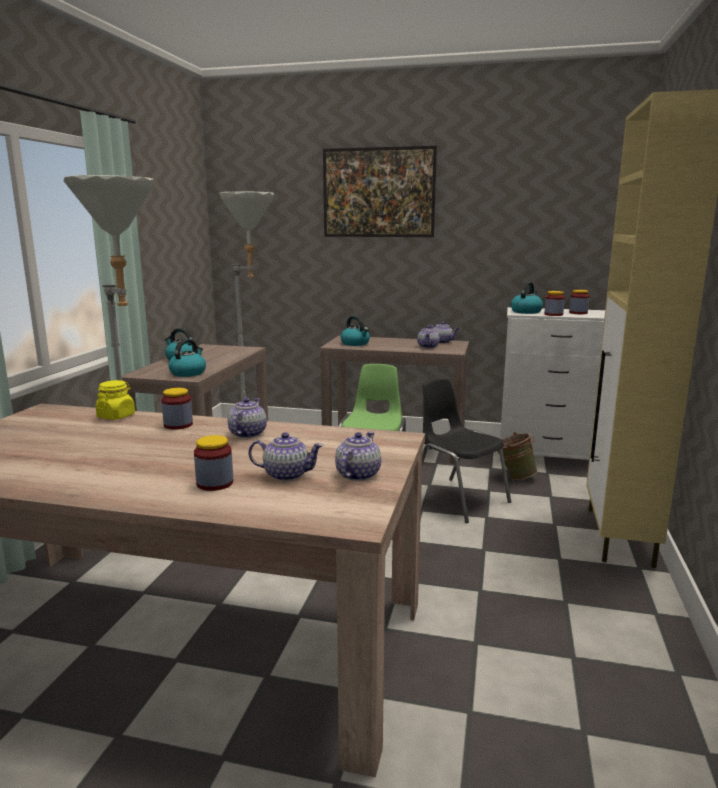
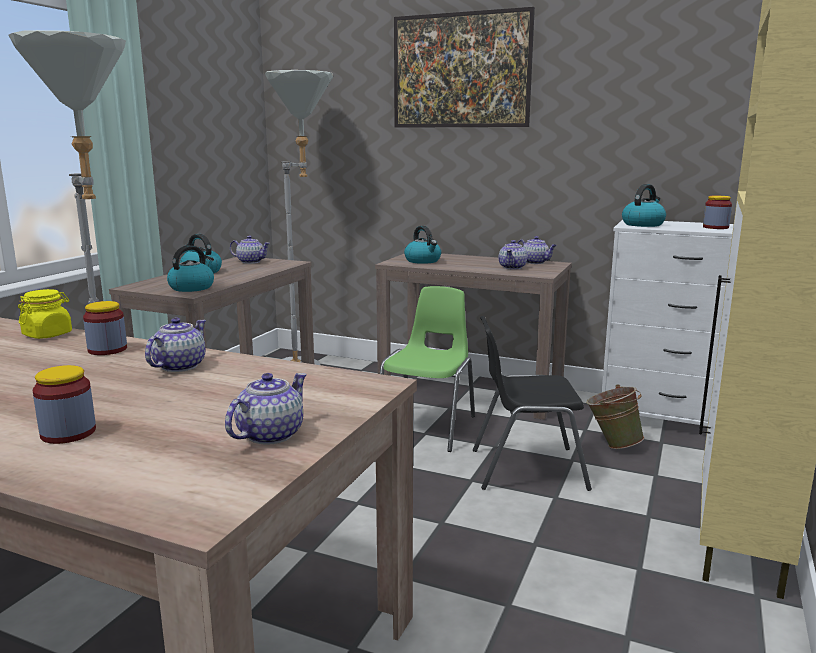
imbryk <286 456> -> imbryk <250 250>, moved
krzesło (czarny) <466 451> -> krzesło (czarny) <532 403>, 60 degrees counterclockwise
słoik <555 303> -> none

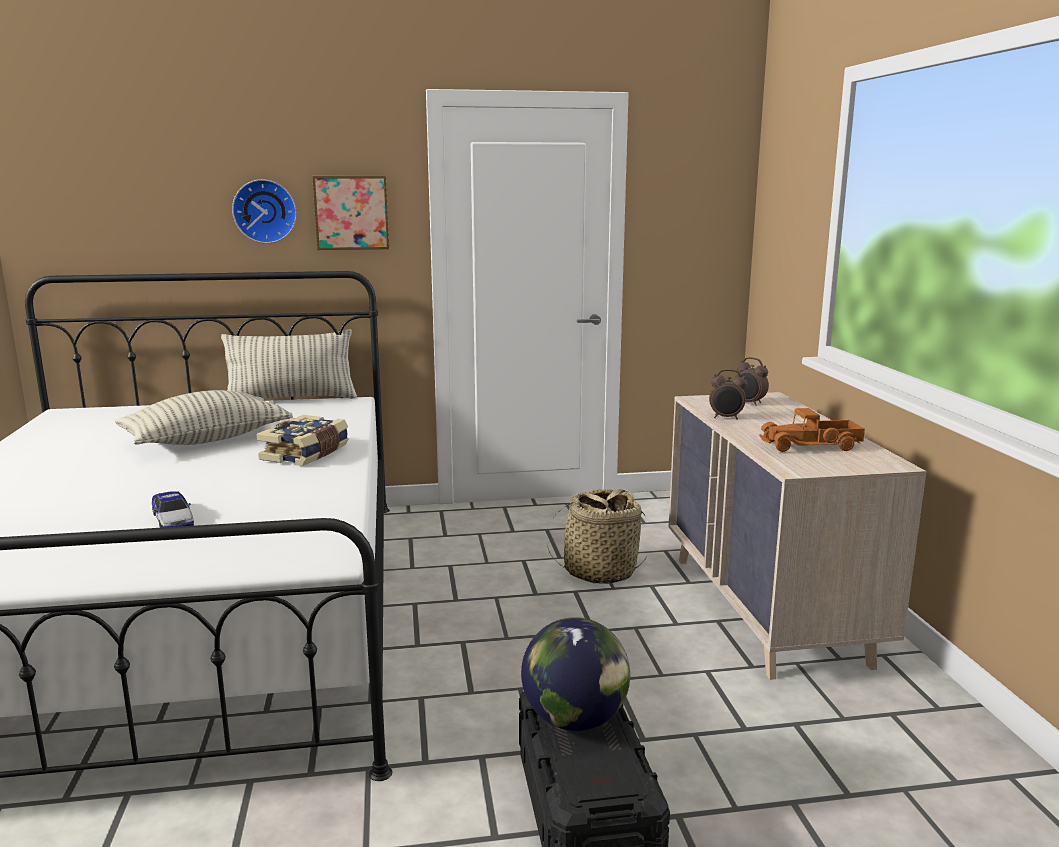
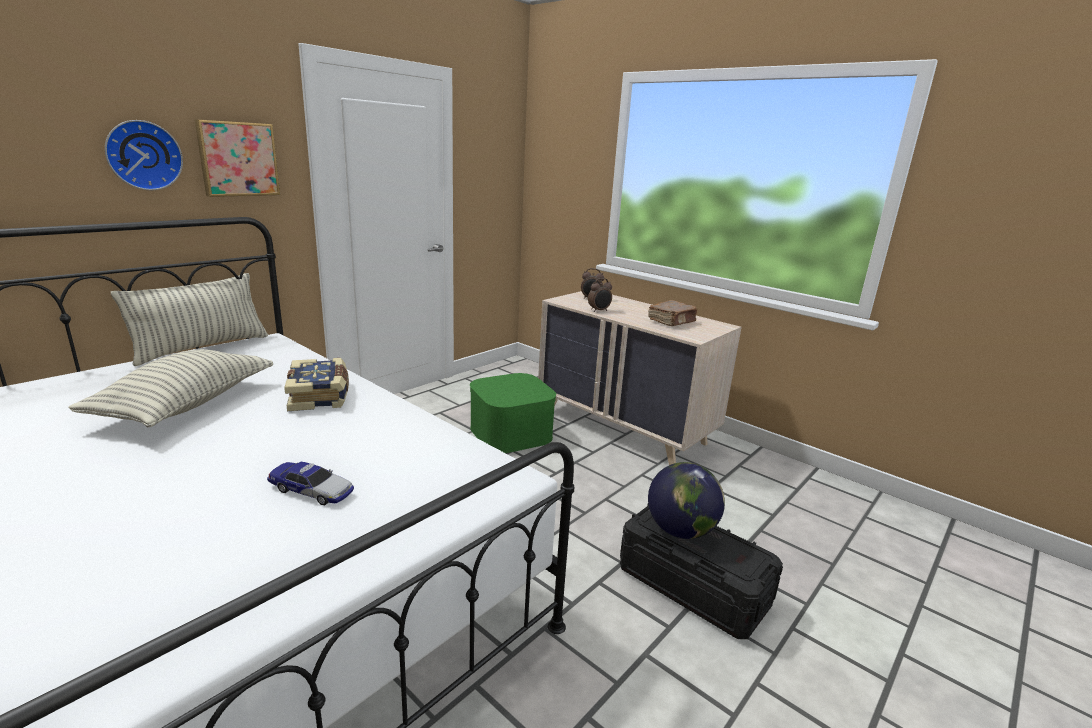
koszyk <597 536> -> pojemnik do przechowywania (zielony) <513 413>
ciężarówka zabawkowa <812 430> -> książka (brązowy) <672 313>

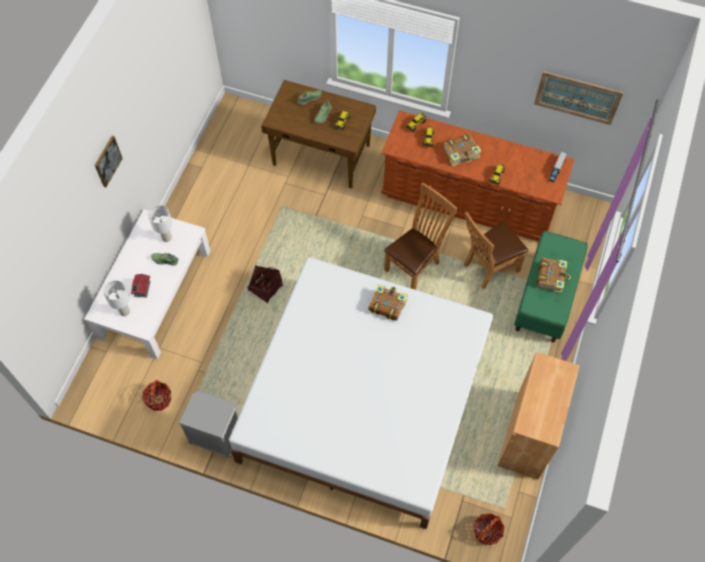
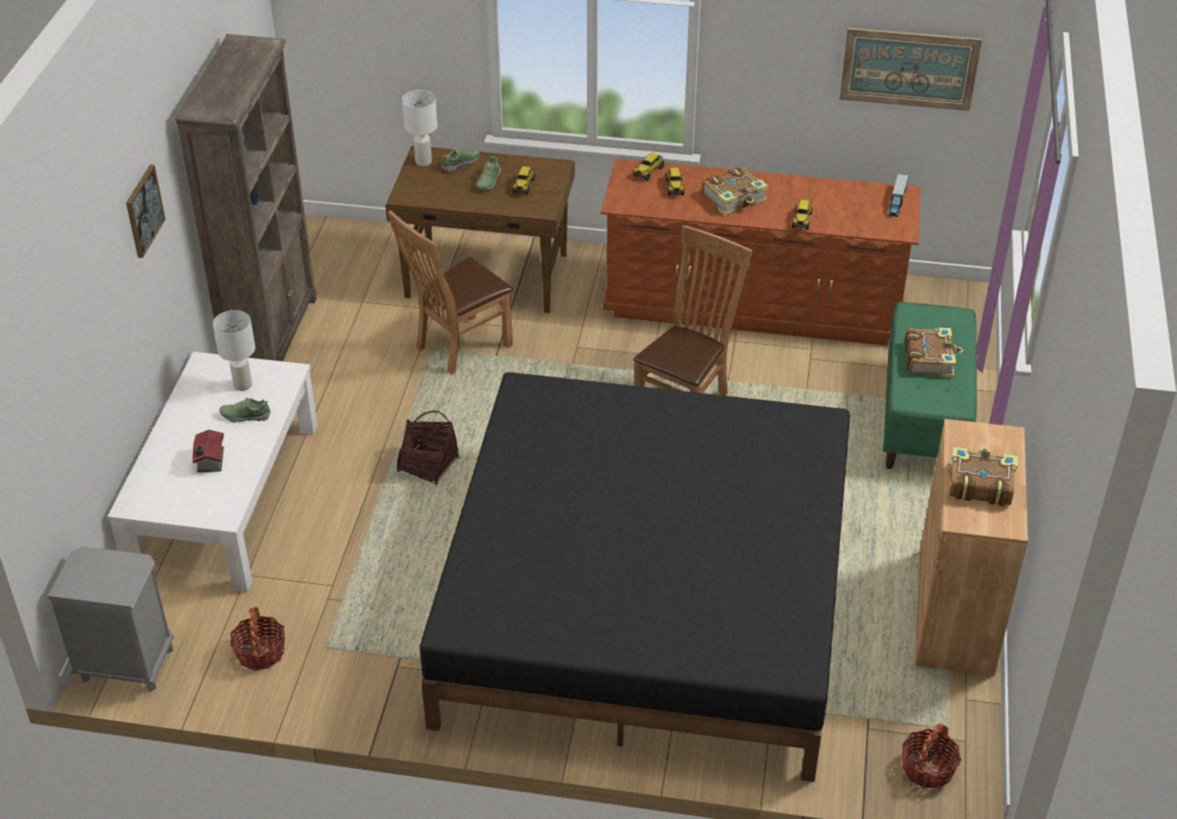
szafka nocna (szary) <208 424> -> szafka nocna (szary) <110 619>, moved
none -> regał (brązowy) <245 197>
krzesło (brązowy) <496 250> -> krzesło (brązowy) <450 292>, moved
lampa stołowa (biały) <116 298> -> lampa stołowa (biały) <419 128>, moved
łóżko (biały) <361 393> -> łóżko (czarny) <635 577>
książka <388 303> -> książka <983 476>, moved

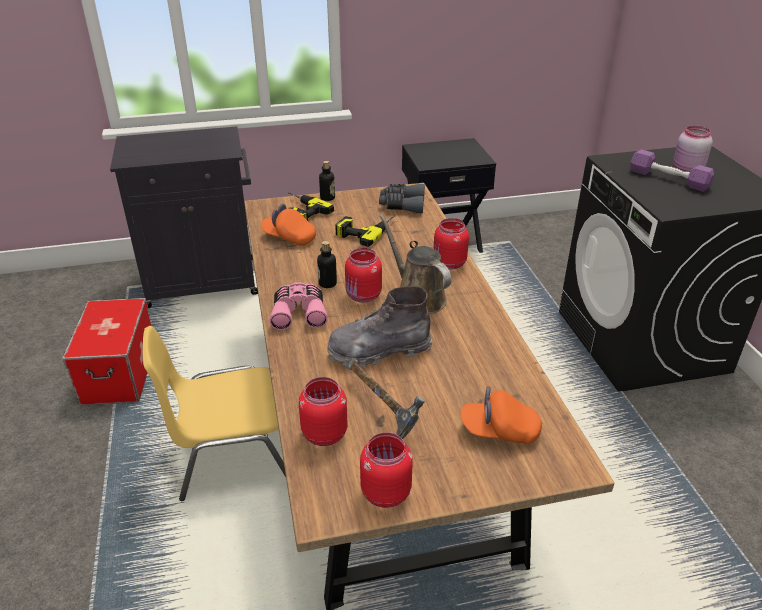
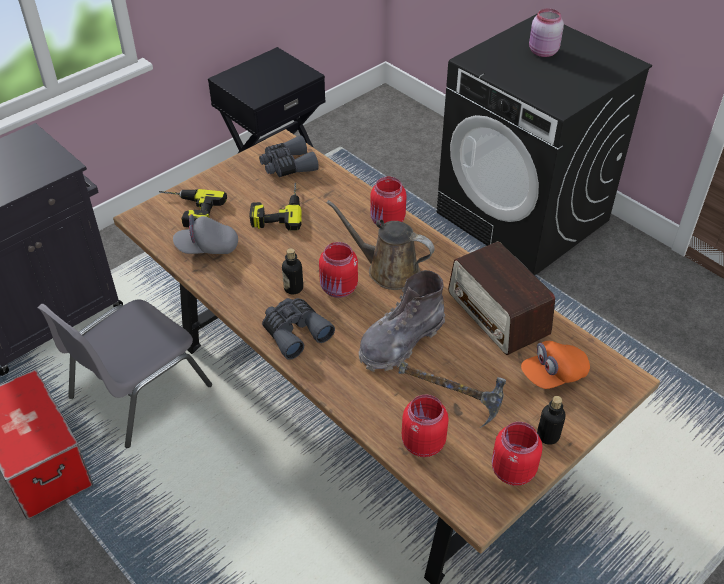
none -> krzesło (szary) <125 373>
czapka z daszkiem (pomarańczowy) <288 225> -> czapka z daszkiem (szary) <205 234>
lornetka (różowy) <299 306> -> lornetka (szary) <298 329>
none -> radio <501 298>
butelka <327 181> -> butelka <551 420>, moved
krzesło (żółty) <214 413> -> none
hantel (fioletowy) <672 171> -> none

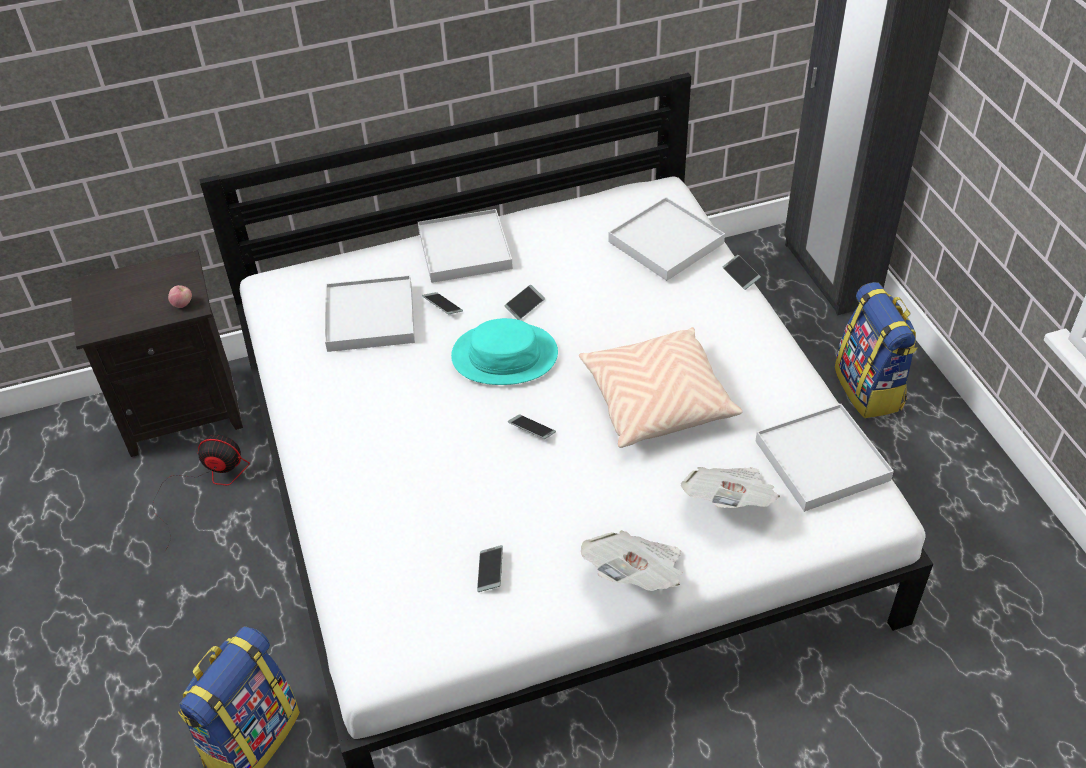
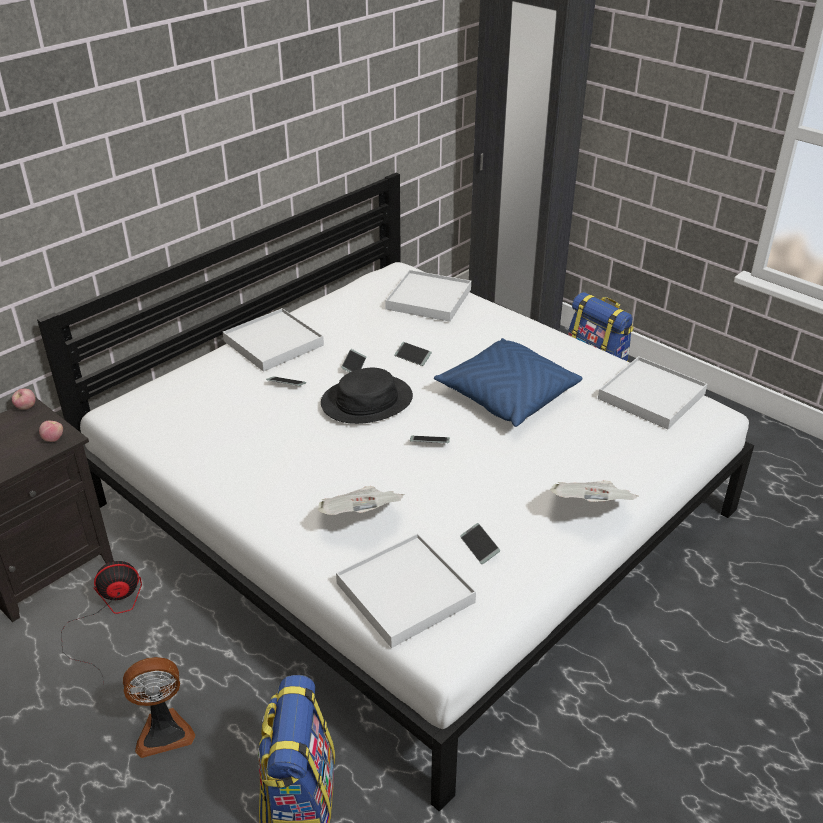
none -> jabłko <24 399>
none -> wentylator <159 707>
gazeta <730 487> -> gazeta <361 500>, moved
kapelusz (turkusowy) <504 351> -> kapelusz (czarny) <367 396>
taca (biały) <370 313> -> taca (biały) <406 590>, moved
telefon <741 272> -> telefon <413 354>, moved
poduszka (beżowy) <661 387> -> poduszka (niebieski) <508 382>

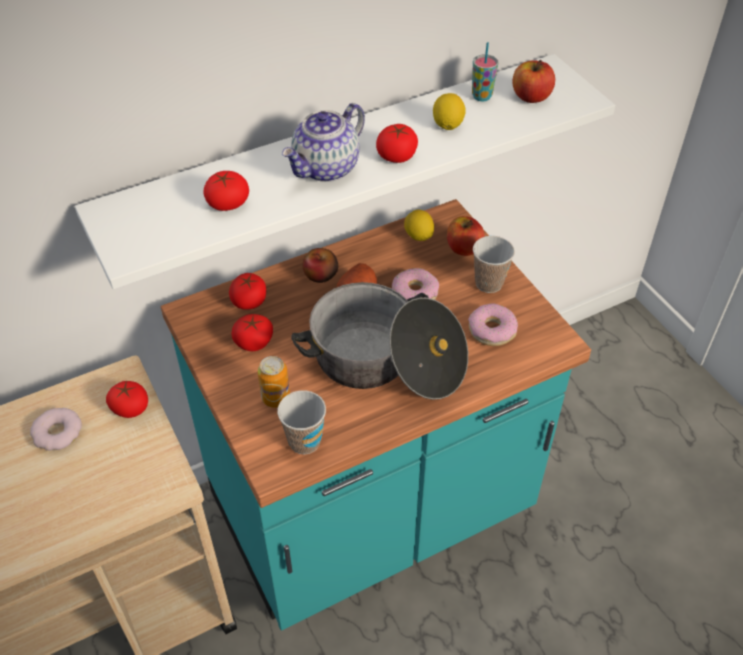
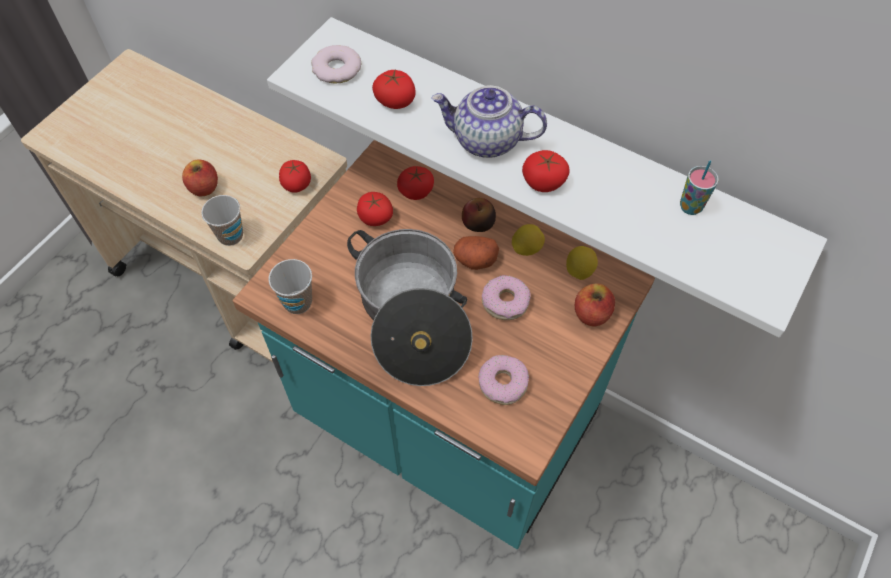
jabłko <533 81> -> jabłko <200 177>, moved
filiżanka <494 264> -> filiżanka <222 220>, moved
donut <56 429> -> donut <336 64>, moved
cytryna <449 111> -> cytryna <528 240>, moved
puszka <274 382> -> none

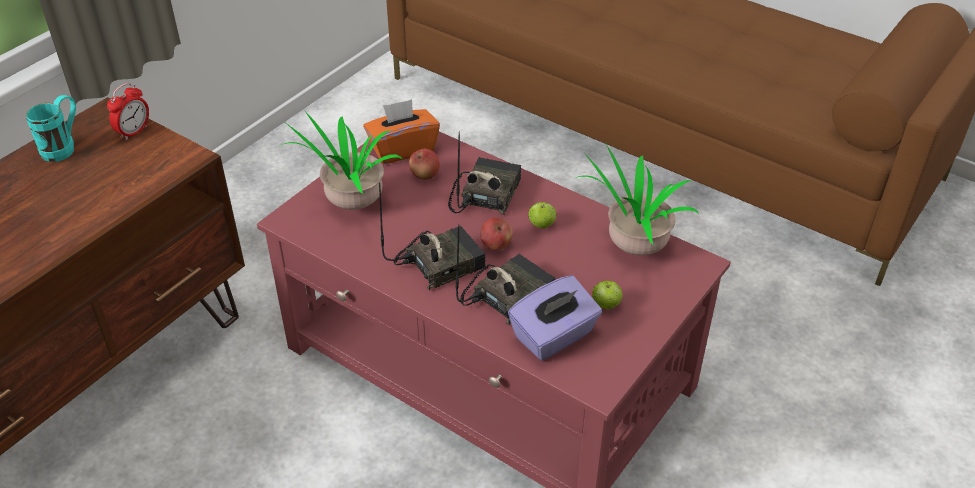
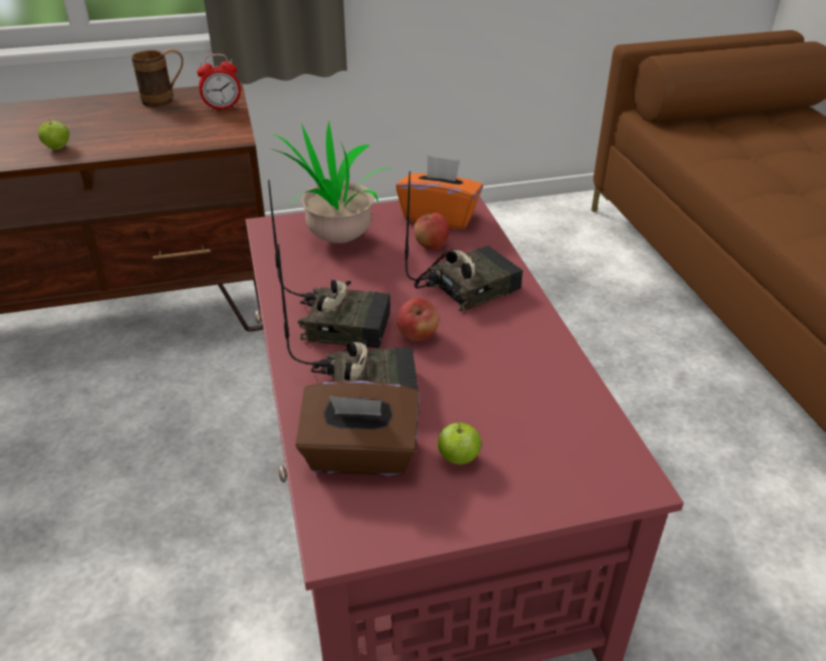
jabłko <542 215> -> jabłko <54 135>, moved
kubek (turkusowy) <51 128> -> kubek (brązowy) <157 78>
pudełko chusteczek (fioletowy) <555 318> -> pudełko chusteczek (brązowy) <357 428>
roślina doniczkowa <637 200> -> none

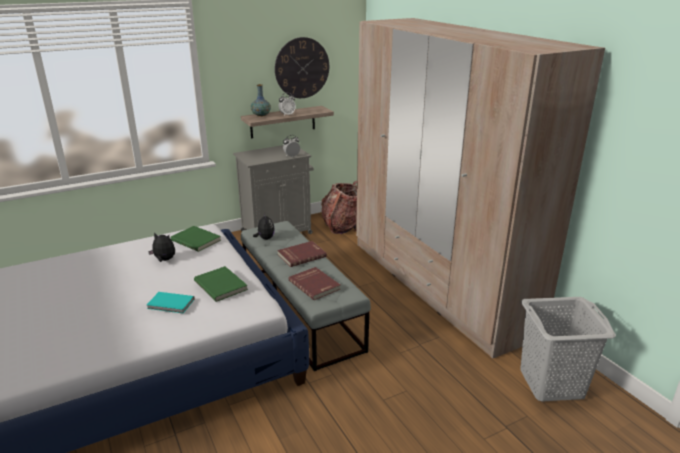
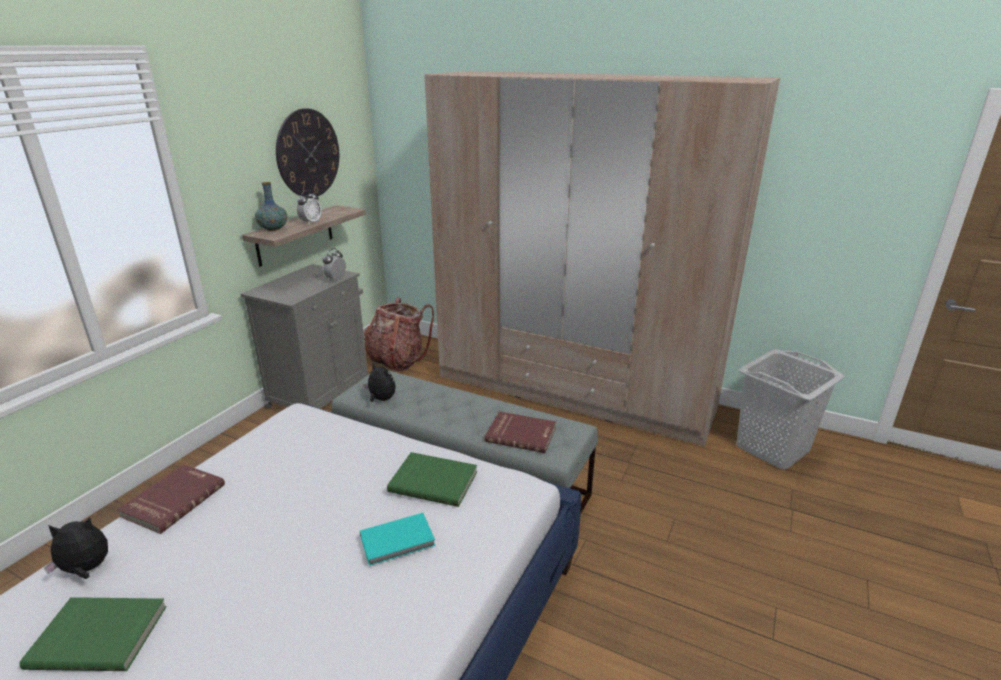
książka (zielony) <196 239> -> książka (zielony) <93 634>, moved
pluszak <161 247> -> pluszak <76 548>, moved
książka (czerwony) <302 254> -> książka (czerwony) <171 499>, moved

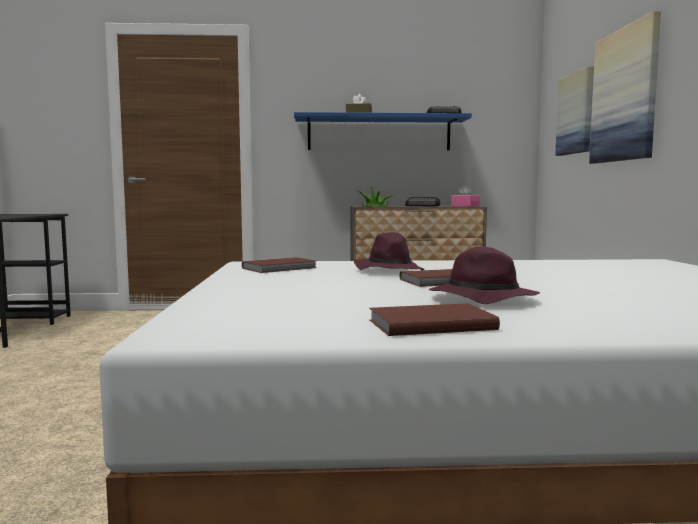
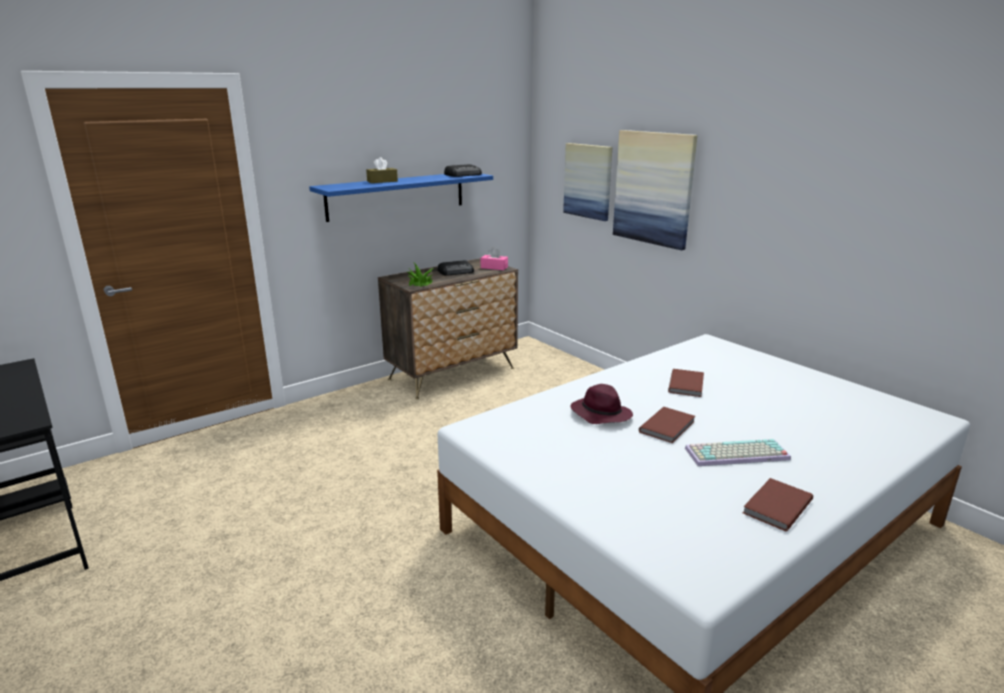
książka (brązowy) <279 265> -> książka (brązowy) <686 383>, moved
kapelusz (fioletowy) <484 275> -> klawiatura <738 452>

